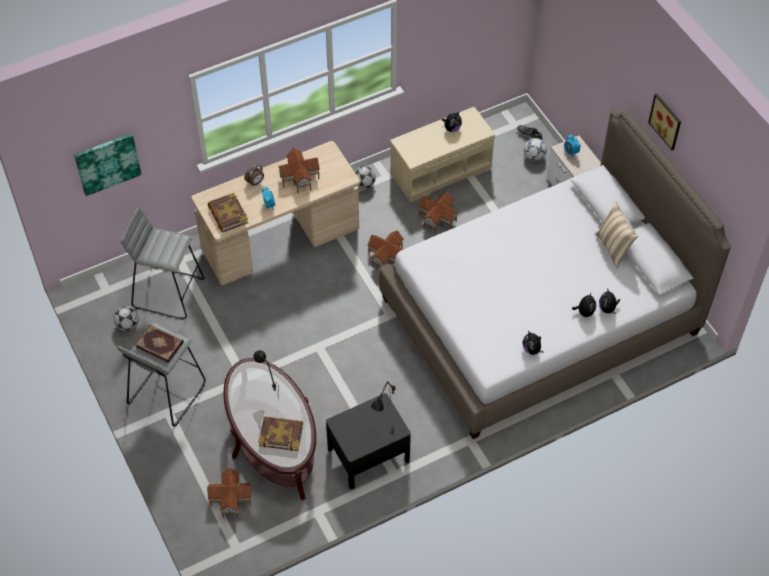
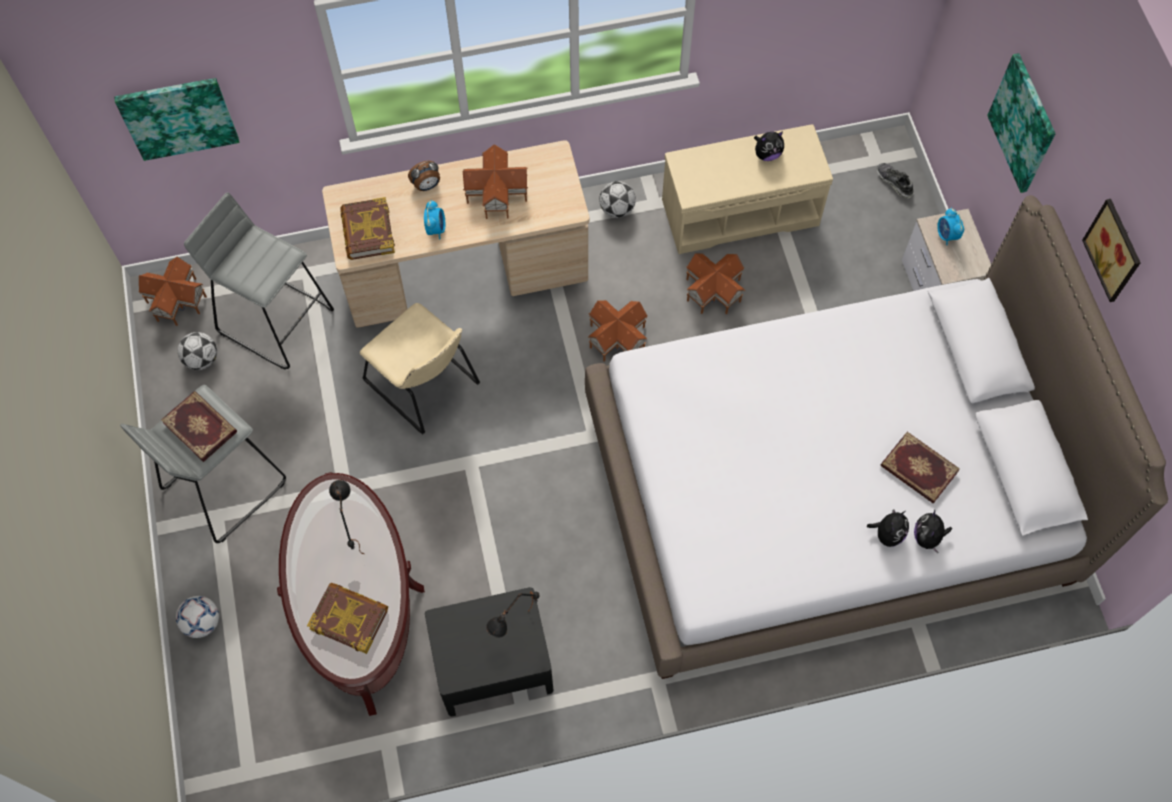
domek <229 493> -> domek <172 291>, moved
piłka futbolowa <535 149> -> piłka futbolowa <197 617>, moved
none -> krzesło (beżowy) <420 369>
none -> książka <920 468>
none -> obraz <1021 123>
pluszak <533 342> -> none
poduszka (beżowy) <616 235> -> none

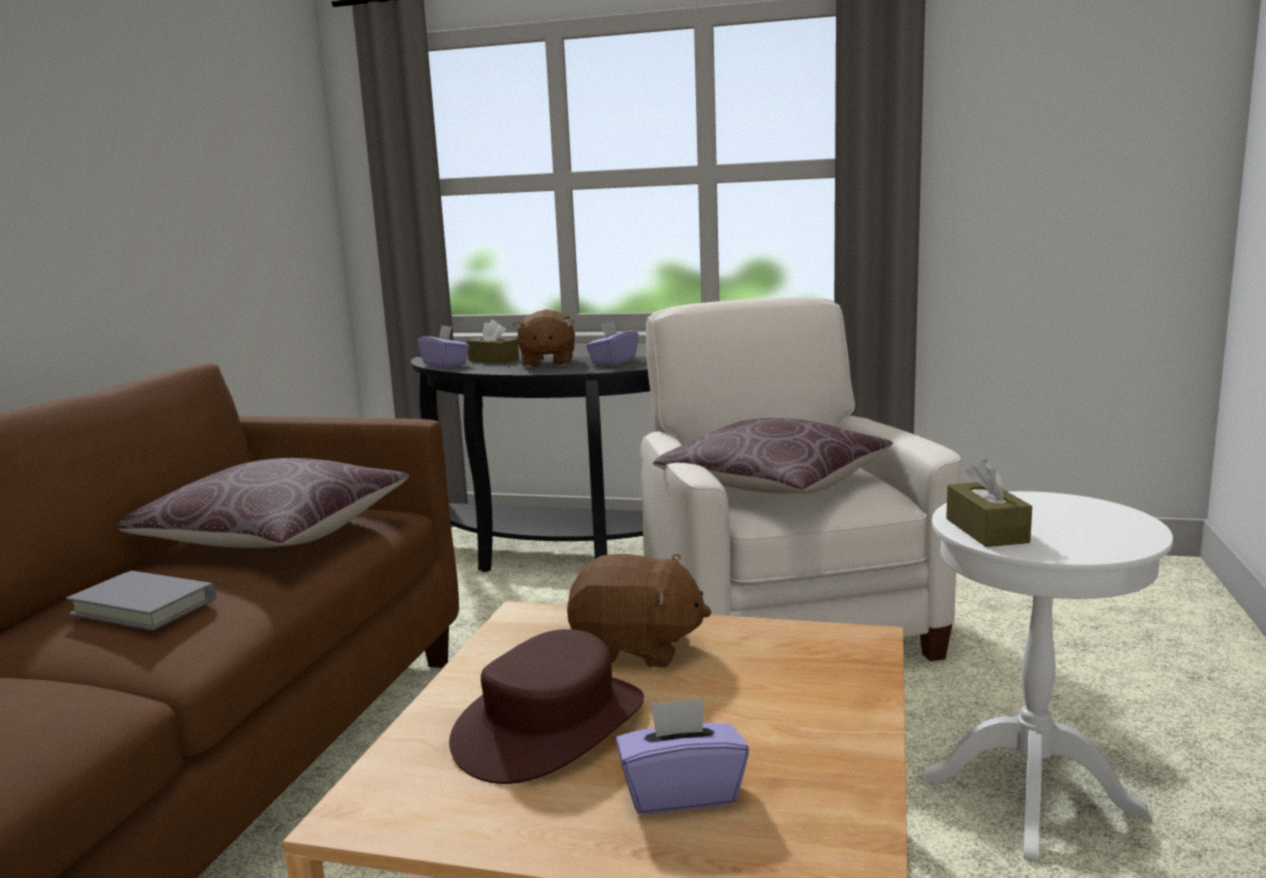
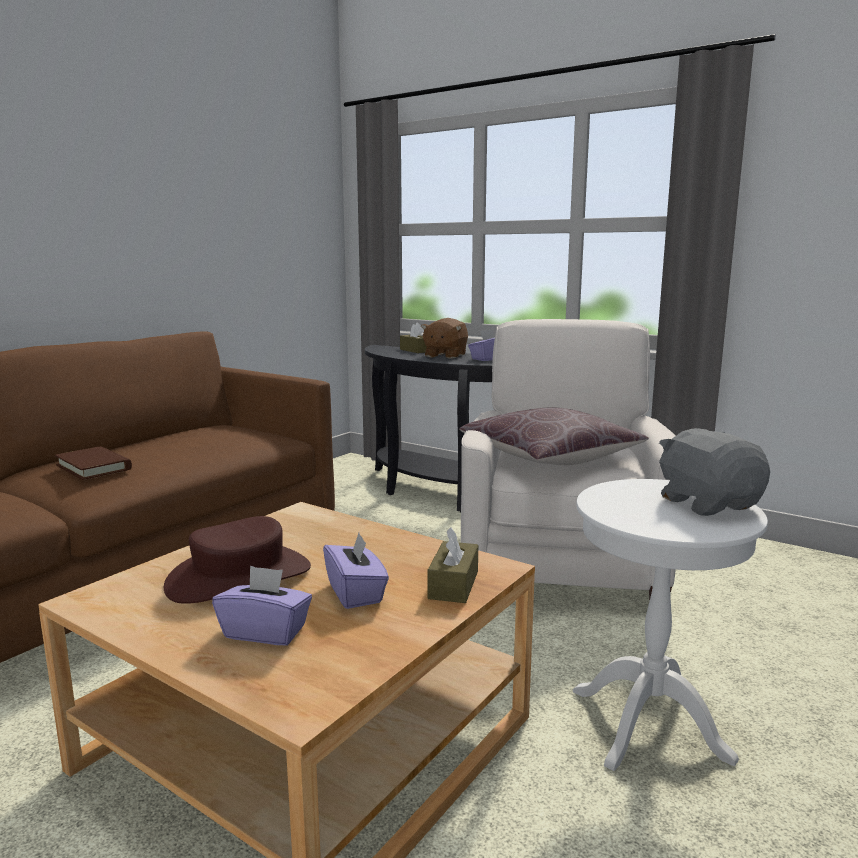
książka (szary) <141 601> -> książka (brązowy) <93 463>
pudełko chusteczek (fioletowy) <443 346> -> pudełko chusteczek (fioletowy) <356 571>, moved
pudełko chusteczek (brązowy) <989 503> -> pudełko chusteczek (brązowy) <453 565>, moved
none -> pluszak (szary) <714 472>
poduszka (brązowy) <263 503> -> none
pluszak (brązowy) <639 610> -> none

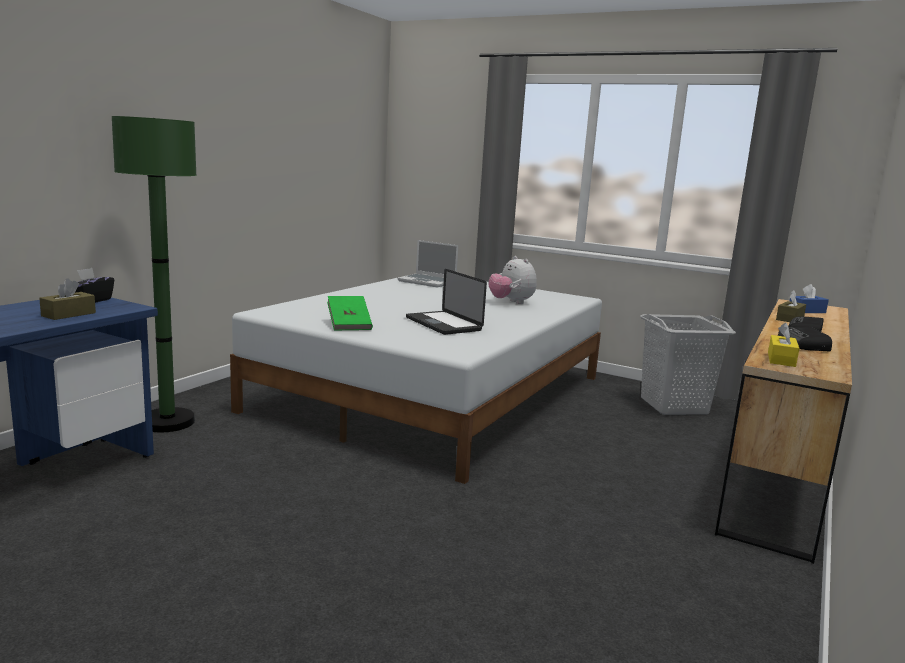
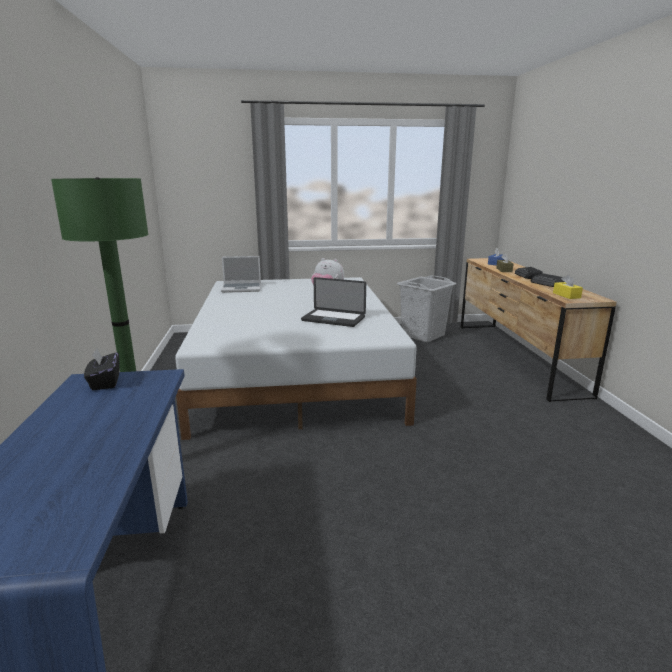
pudełko chusteczek (brązowy) <67 299> -> none
książka (zielony) <350 313> -> none

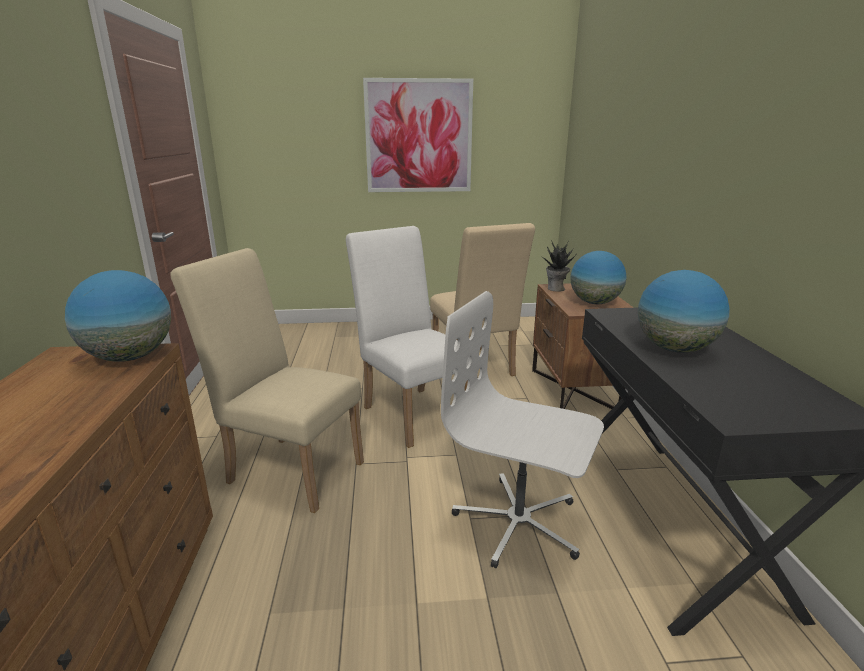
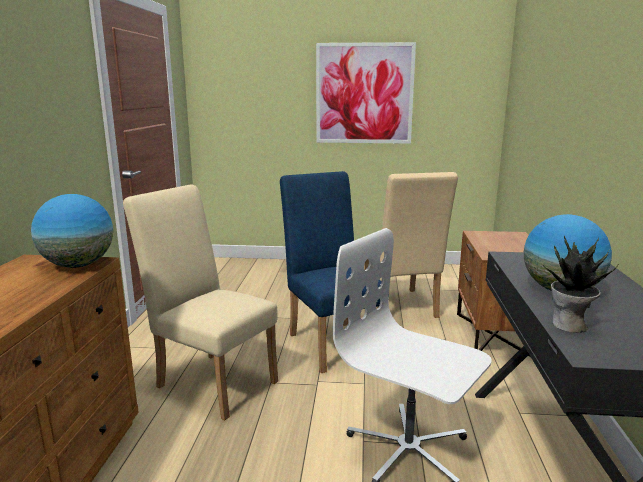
krzesło (biały) <407 337> -> krzesło (niebieski) <331 272>
roślina doniczkowa <559 266> -> roślina doniczkowa <580 284>, moved
globus <598 277> -> none

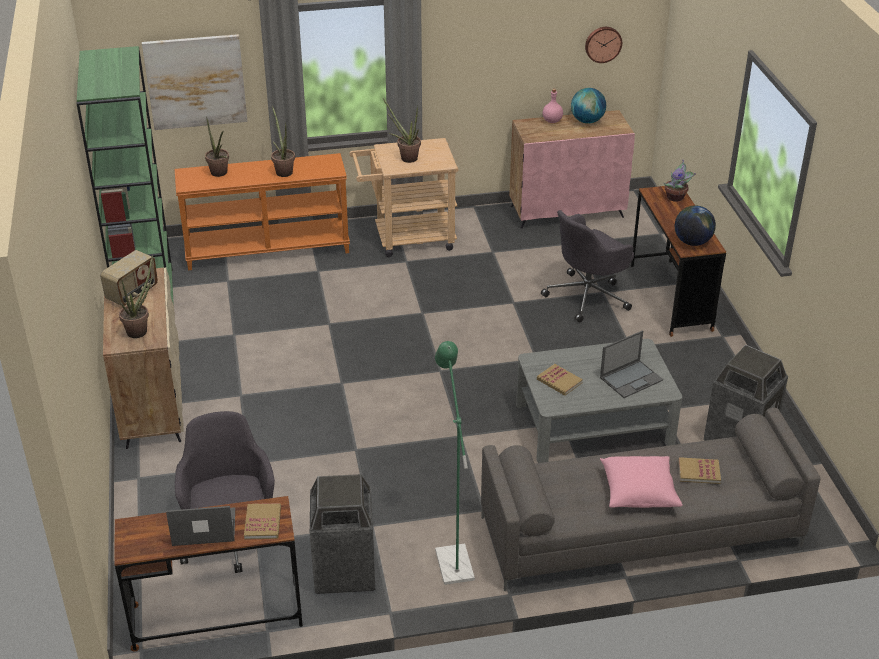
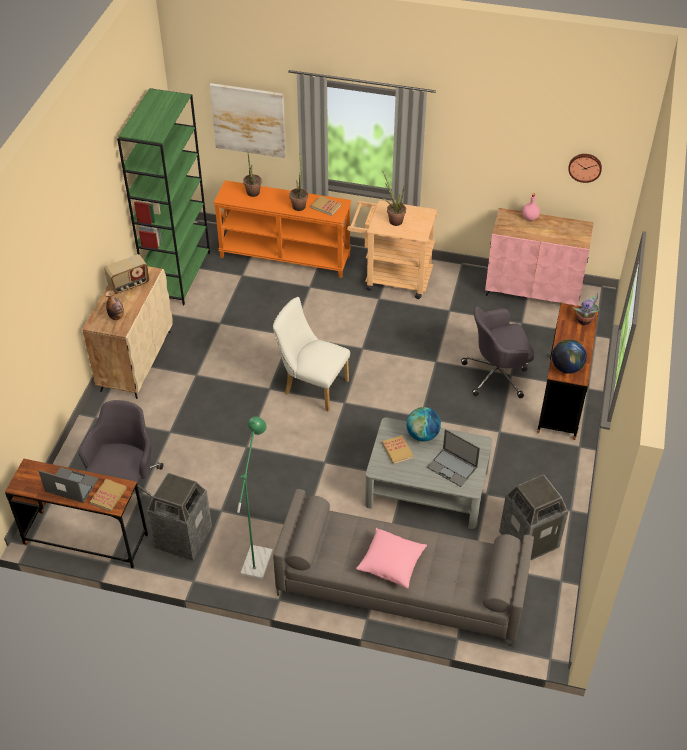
roślina doniczkowa <136 296> -> butelka <114 305>
none -> krzesło (biały) <311 354>
książka <699 470> -> książka <326 206>, moved
globus <588 106> -> globus <423 424>, moved
laptop <631 364> -> laptop <453 458>, 45 degrees clockwise

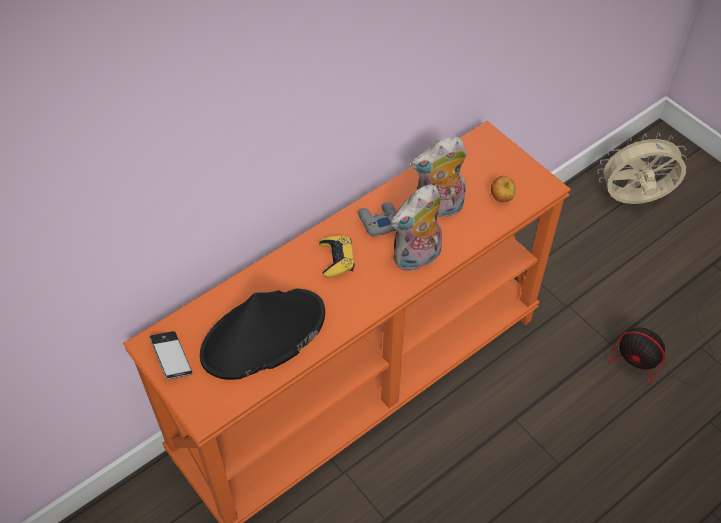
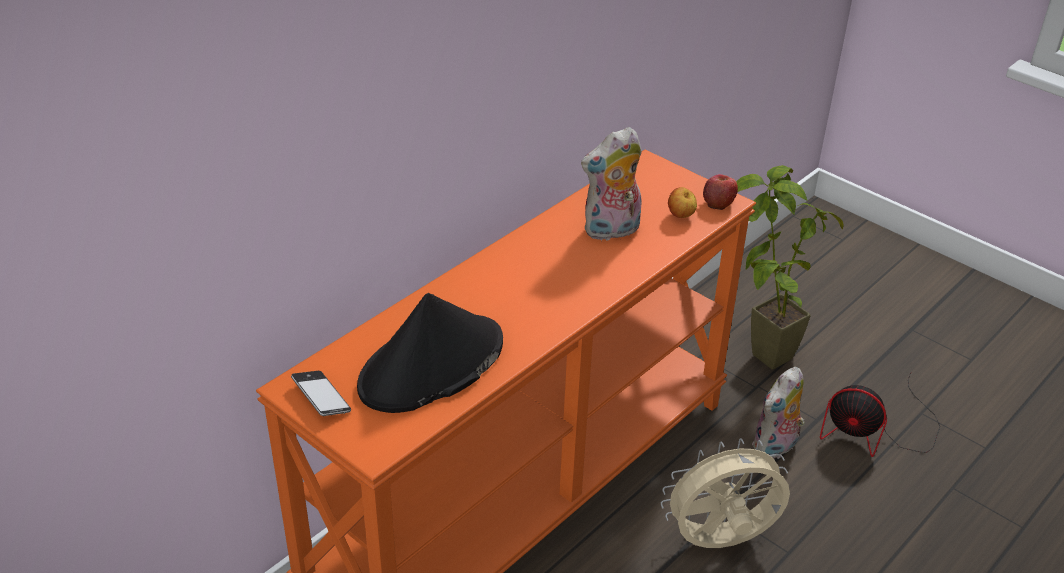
wentylator (beżowy) <642 168> -> wentylator (beżowy) <725 493>, moved
none -> jabłko <720 192>
none -> roślina doniczkowa <789 267>
pluszak <416 228> -> pluszak <778 413>, moved
pad do gier (żółty) <337 257> -> none
pad do gier (szary) <377 219> -> none

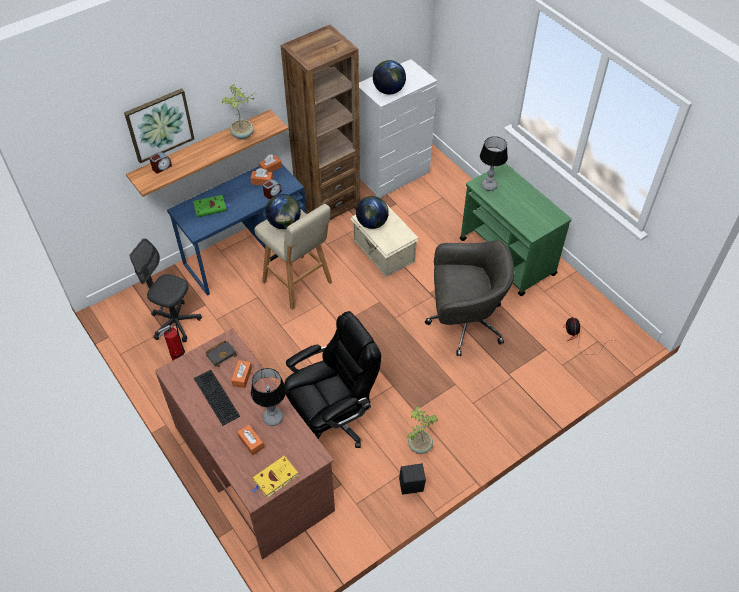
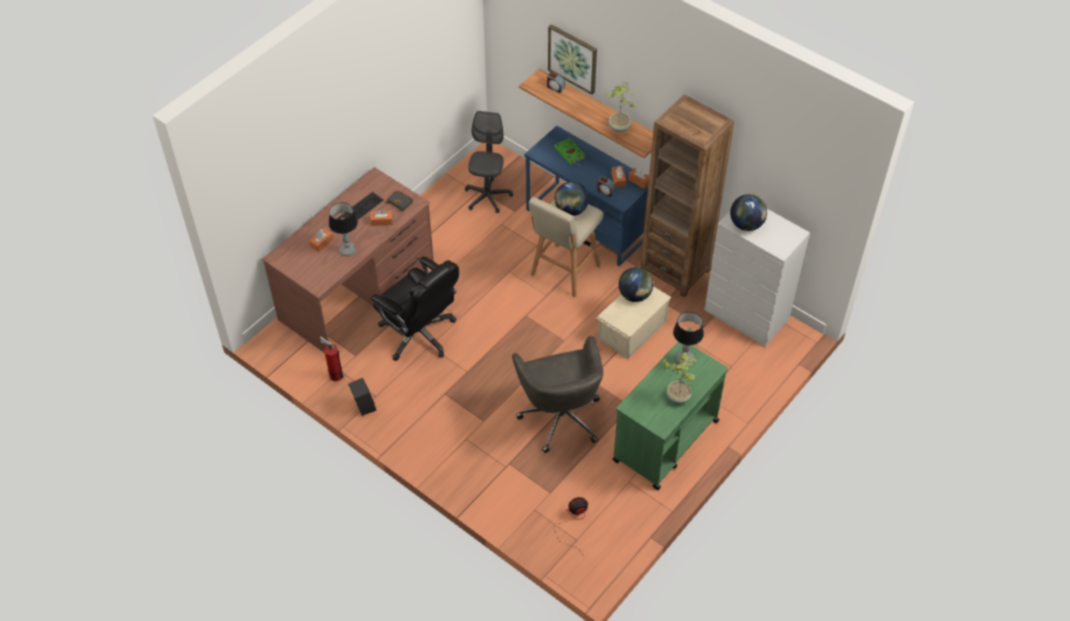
gaśnica <171 342> -> gaśnica <331 359>, moved
roślina doniczkowa <423 430> -> roślina doniczkowa <680 378>, moved
książka (żółty) <275 477> -> none

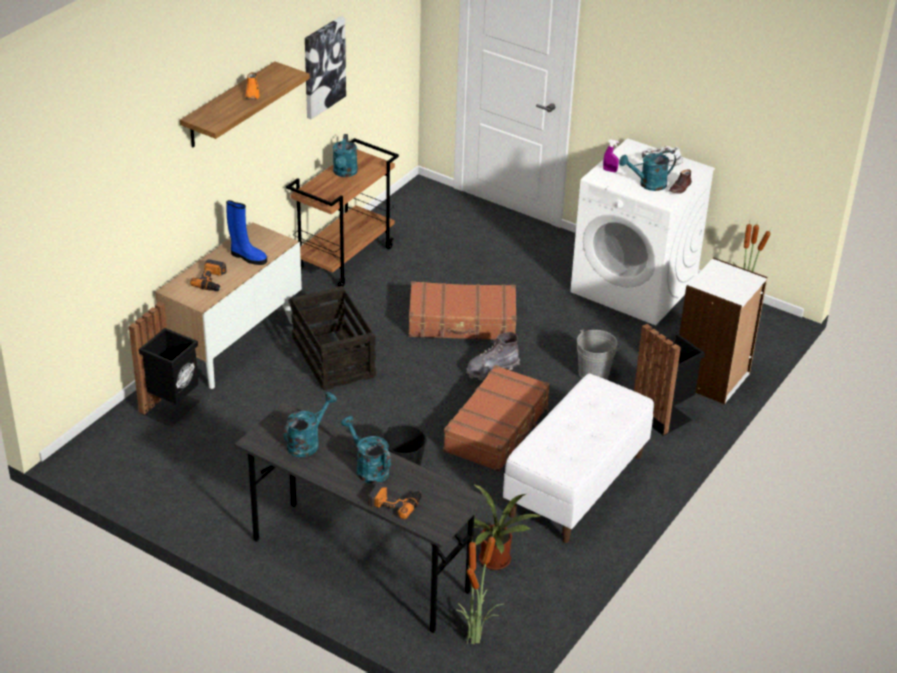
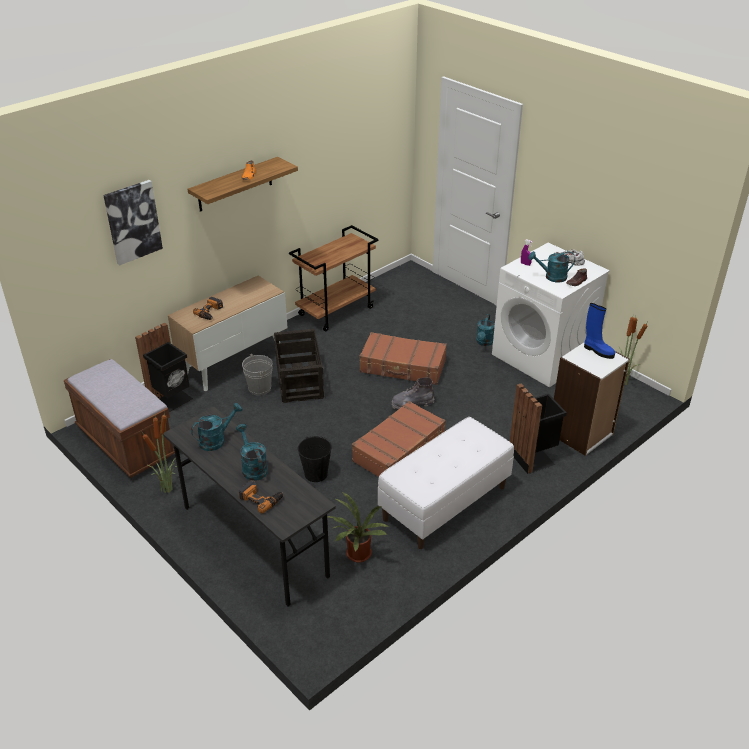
none -> ławka (brązowy) <119 418>
obraz <325 67> -> obraz <133 222>, moved
roślina doniczkowa <480 587> -> roślina doniczkowa <159 452>, moved
wiadro (szary) <597 355> -> wiadro (szary) <257 375>, moved
konewka (turkusowy) <345 155> -> konewka (turkusowy) <485 330>, moved
but z cholewką (niebieski) <246 232> -> but z cholewką (niebieski) <599 331>, moved

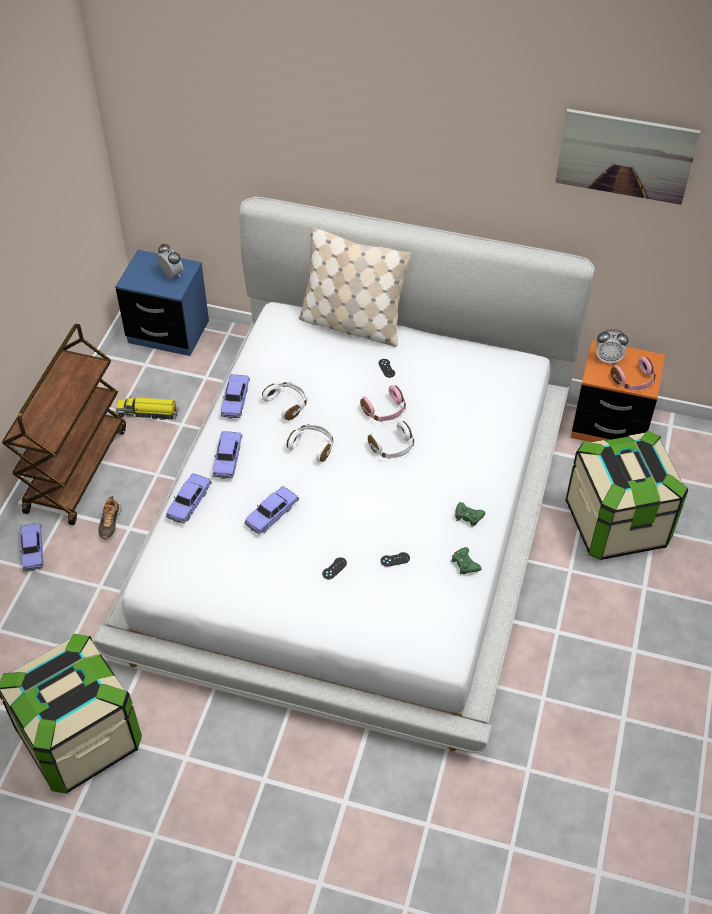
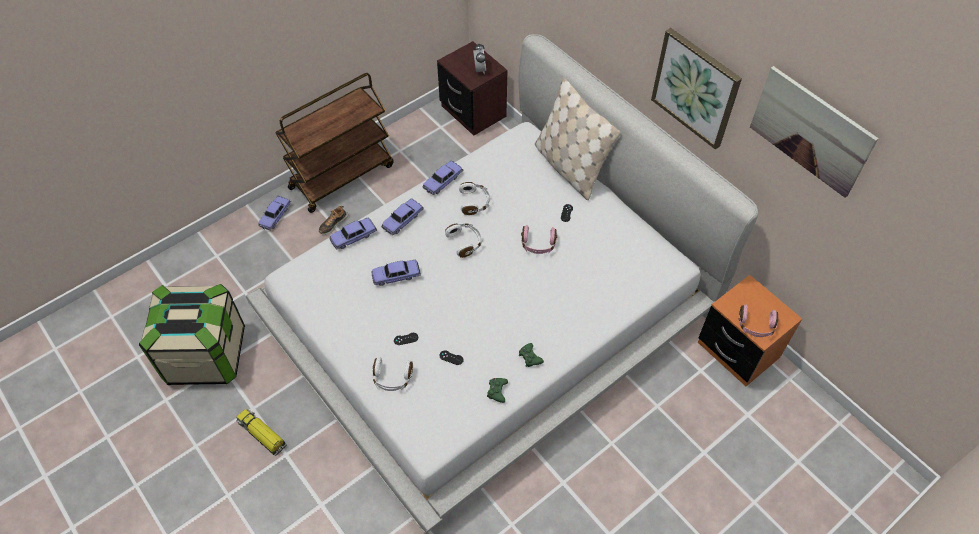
ciężarówka zabawkowa <147 408> -> ciężarówka zabawkowa <261 432>, moved
słuchawki (biały) <391 440> -> słuchawki (biały) <392 374>, moved
szafka nocna (niebieski) <162 303> -> szafka nocna (brązowy) <472 88>
none -> obraz <696 88>
pojemnik do przechowywania <626 495> -> none
budzik <612 346> -> none

